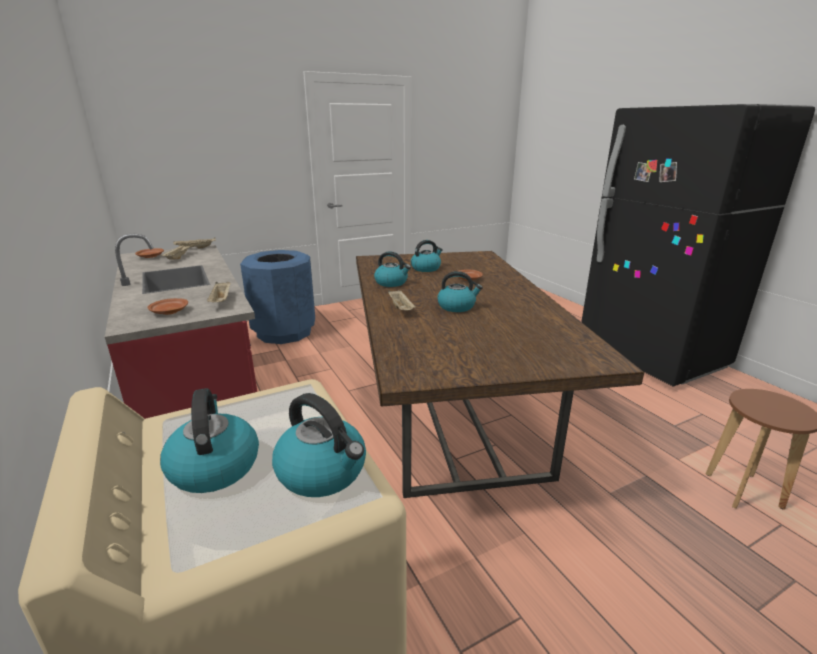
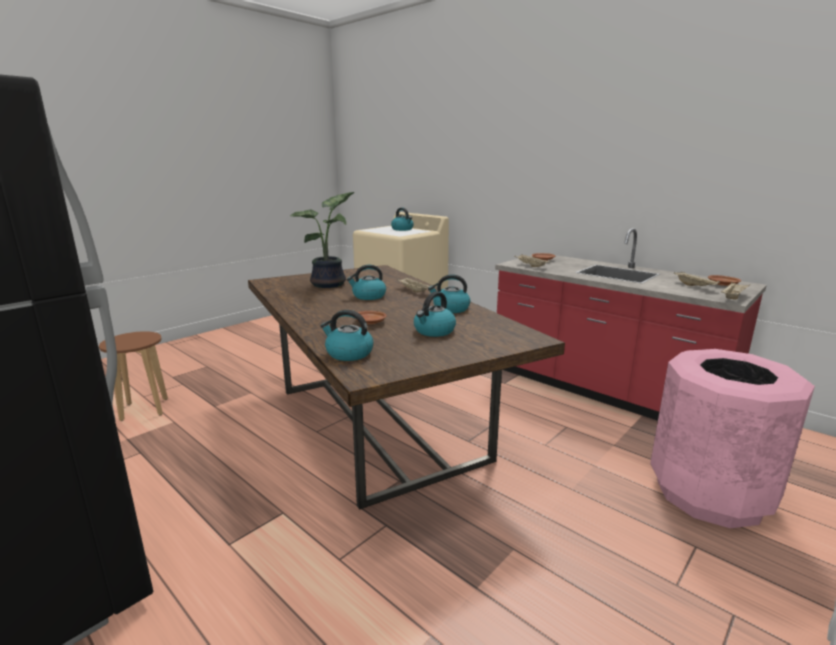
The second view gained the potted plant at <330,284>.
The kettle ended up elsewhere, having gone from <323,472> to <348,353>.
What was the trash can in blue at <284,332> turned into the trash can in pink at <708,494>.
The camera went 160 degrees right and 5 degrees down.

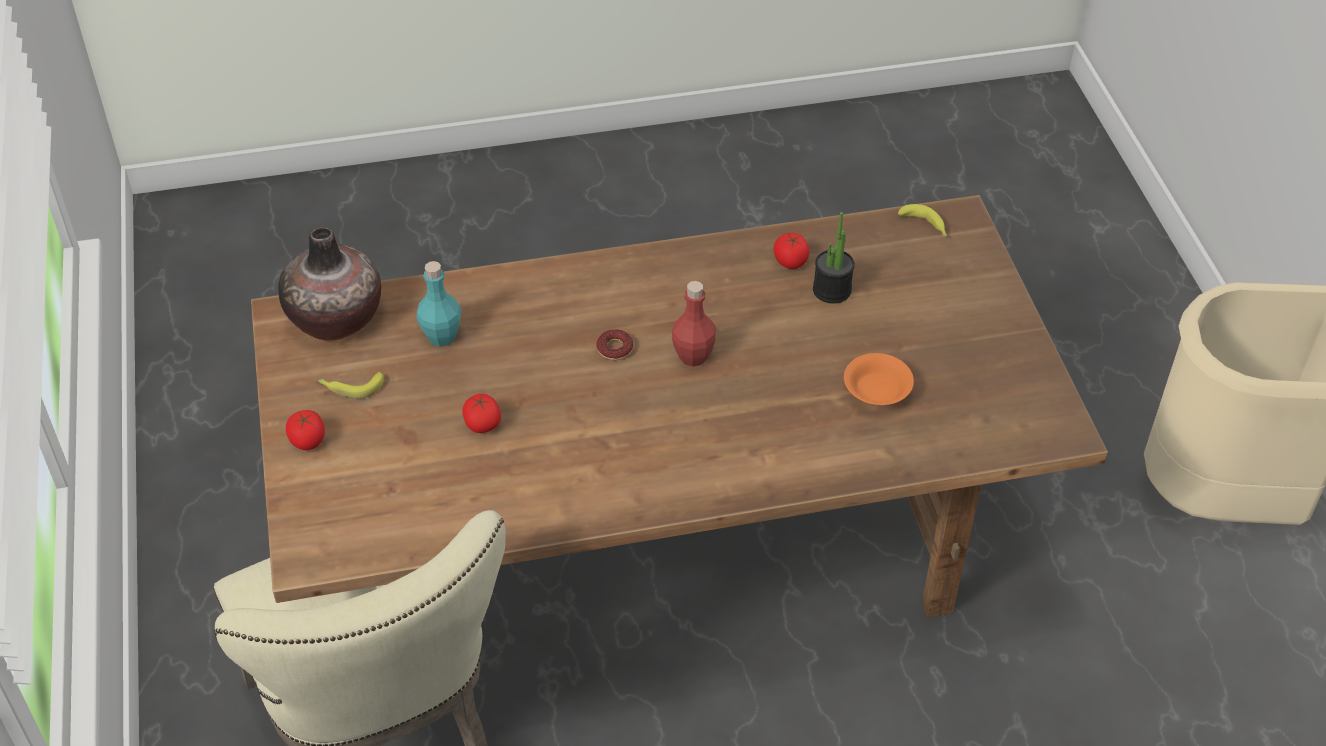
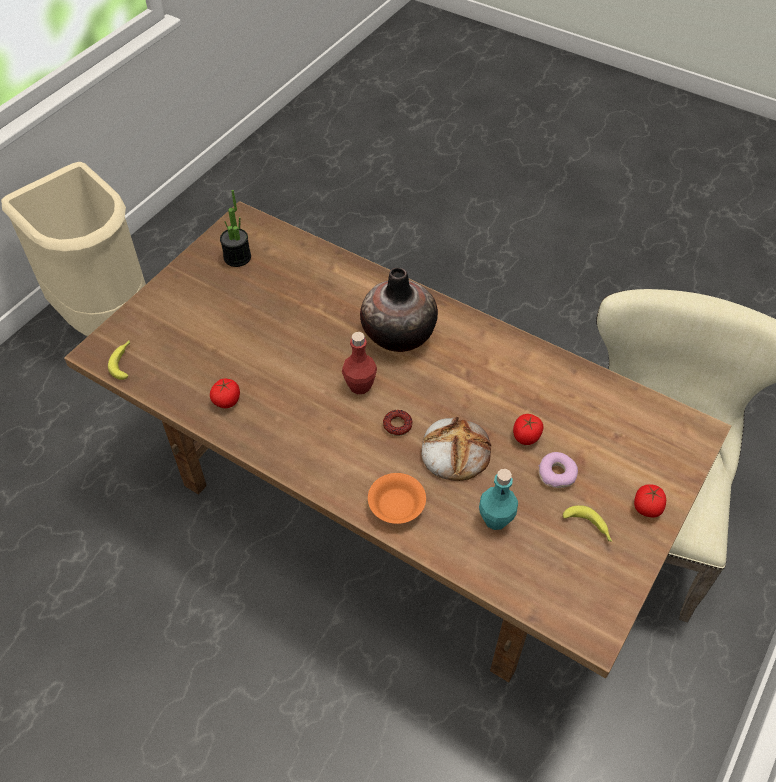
The second view gained the bread at <454,451>.
The second view gained the donut at <557,474>.
The vase ended up elsewhere, having gone from <336,319> to <398,334>.
The potted plant ended up elsewhere, having gone from <832,290> to <237,257>.
The bowl in orange ended up elsewhere, having gone from <877,391> to <396,505>.
The camera went 135 degrees left and 5 degrees up.

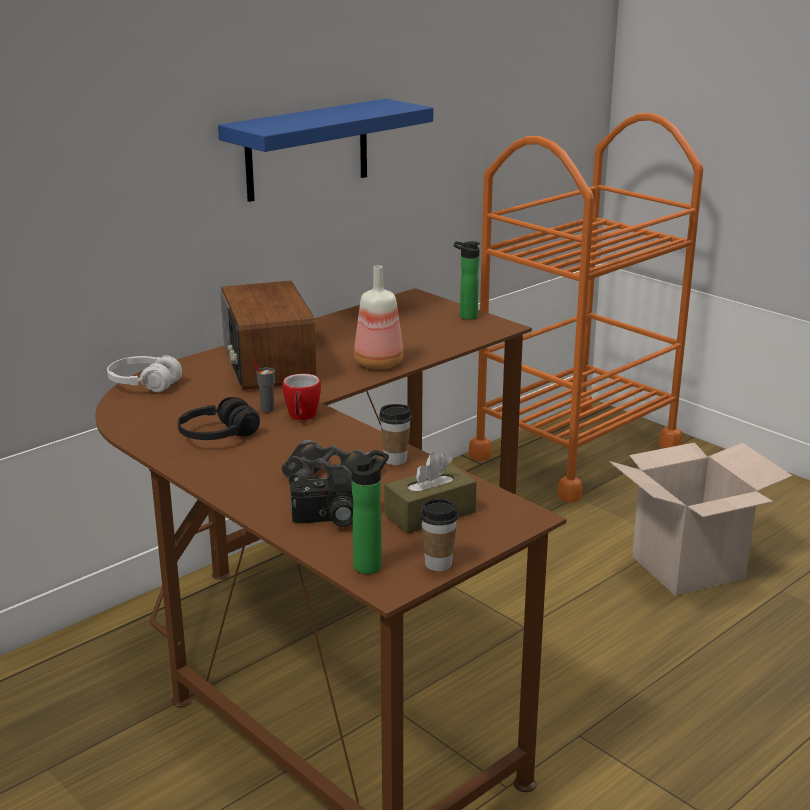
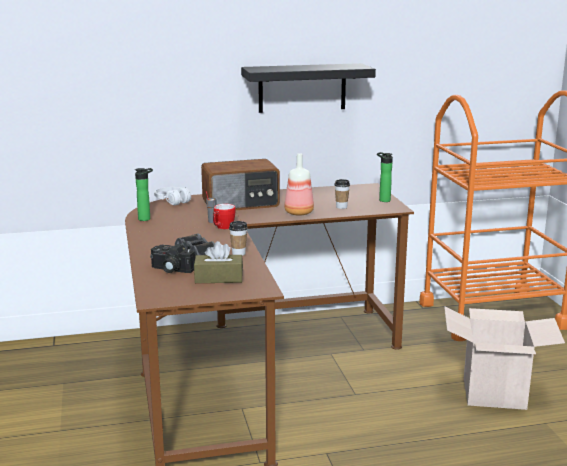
The second view lost the headphones in black at <218,436>.
The bottle ended up elsewhere, having gone from <370,564> to <146,219>.
The cup ended up elsewhere, having gone from <438,564> to <341,207>.
What was the shelf in blue at <307,150> turned into the shelf in black at <302,88>.
The radio at <267,365> ended up facing another way, 120 degrees counterclockwise from before.
The camera went 30 degrees right and 5 degrees down.

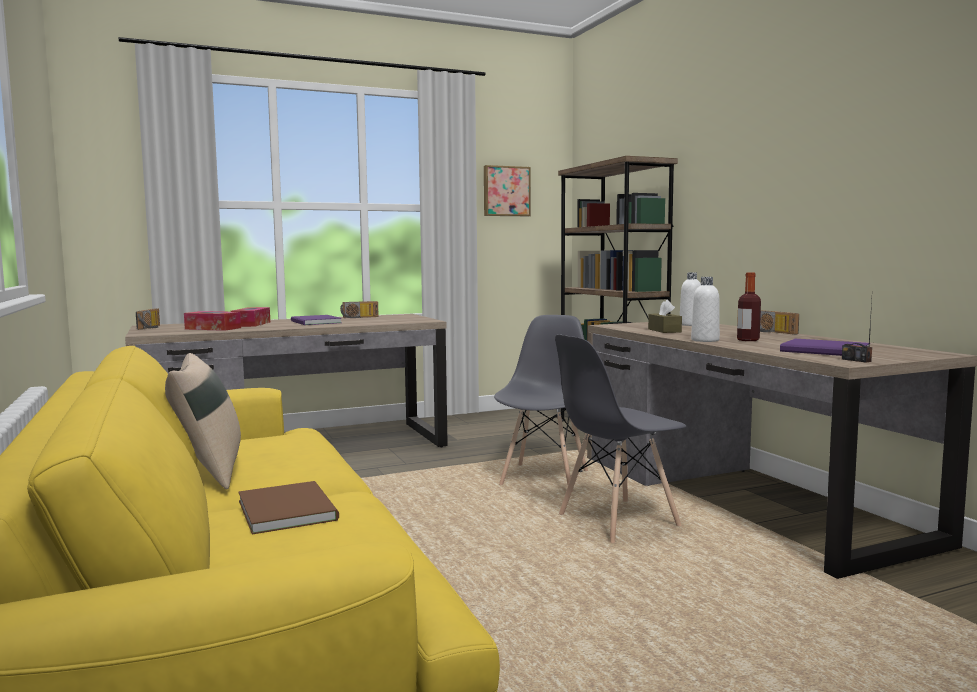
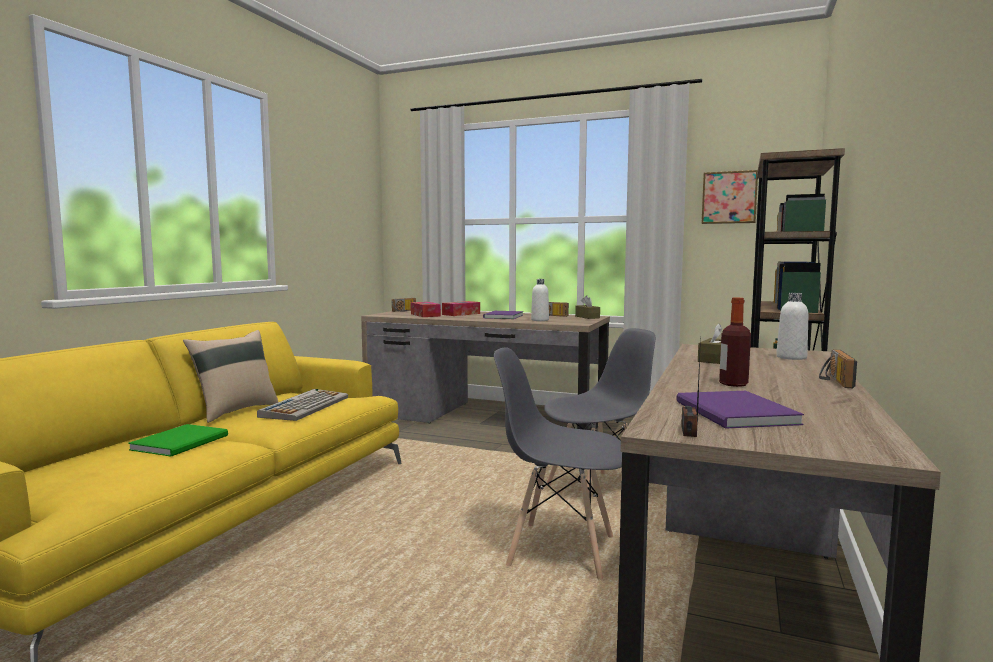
The second view gained the keyboard at <305,406>.
The second view gained the tissue box in brown at <587,317>.
The bottle in white ended up elsewhere, having gone from <705,340> to <540,320>.
What was the book in brown at <289,509> turned into the book in green at <183,442>.
The camera went 45 degrees right and 0 degrees up.

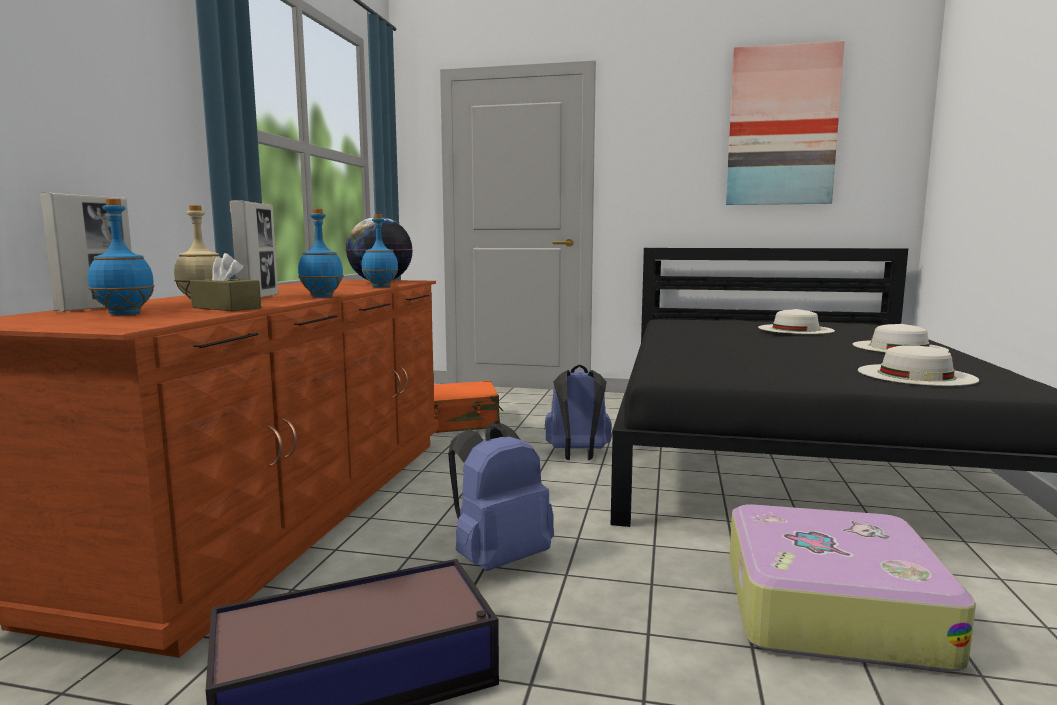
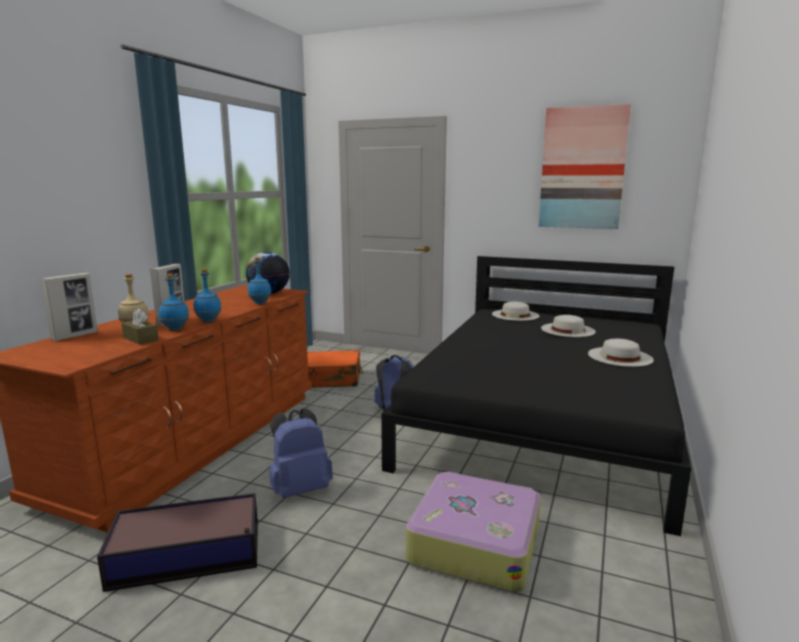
The bottle in blue ended up elsewhere, having gone from <124,314> to <175,329>.
The hat in white ended up elsewhere, having gone from <916,375> to <515,315>.
The camera went 10 degrees right and 5 degrees up.

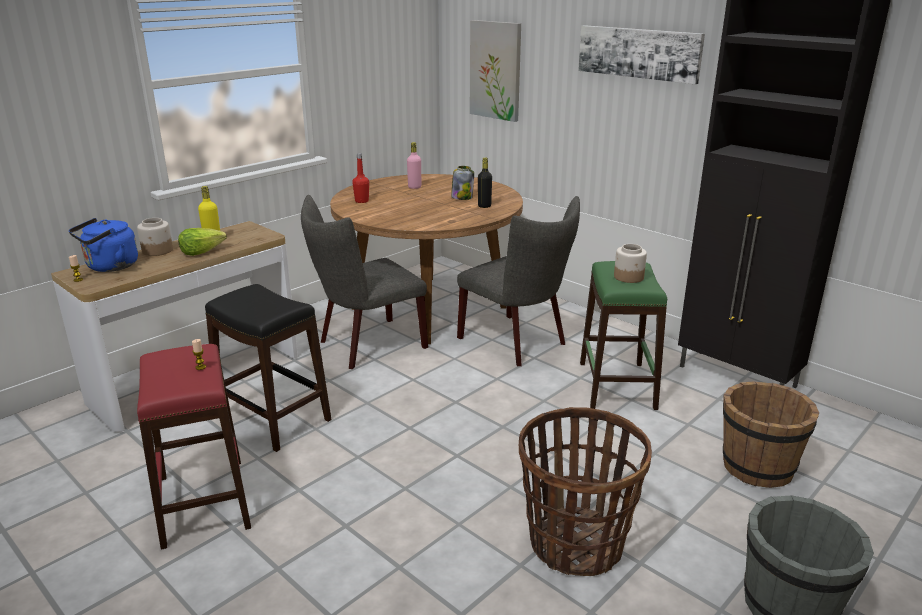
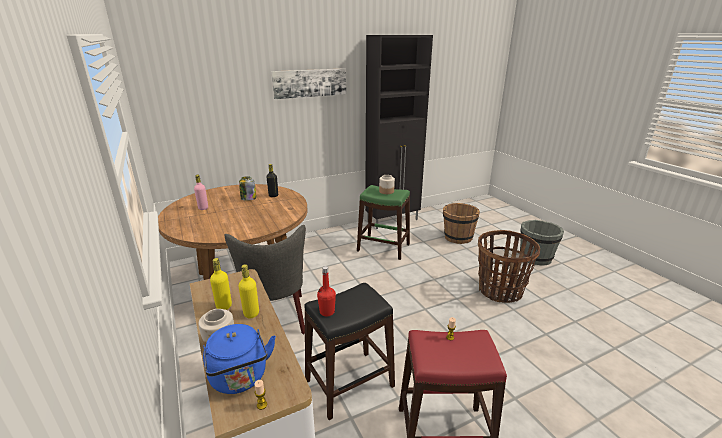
The second view lost the chair in grey at <517,342>.
The second view lost the picture at <496,70>.
The bottle in red ended up elsewhere, having gone from <362,201> to <327,312>.
Where the lettuce stood at <202,252>, the bottle in yellow came to stand at <251,313>.
The camera went 70 degrees left and 0 degrees up.

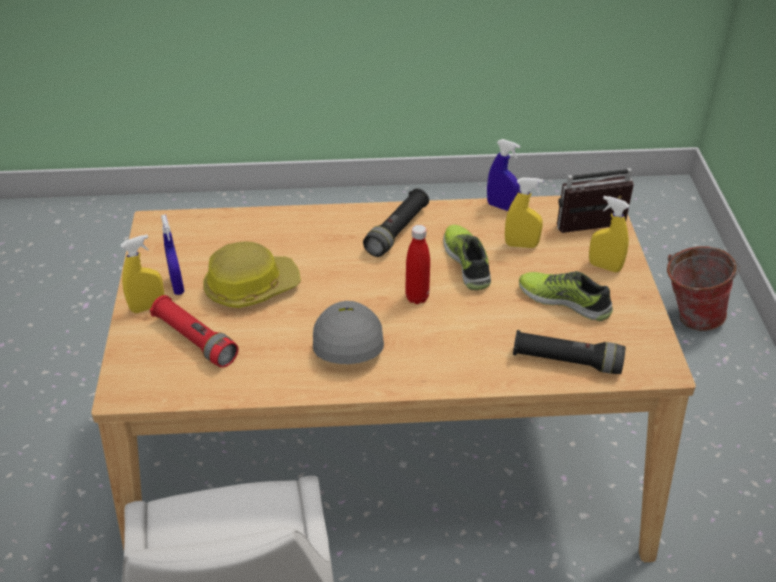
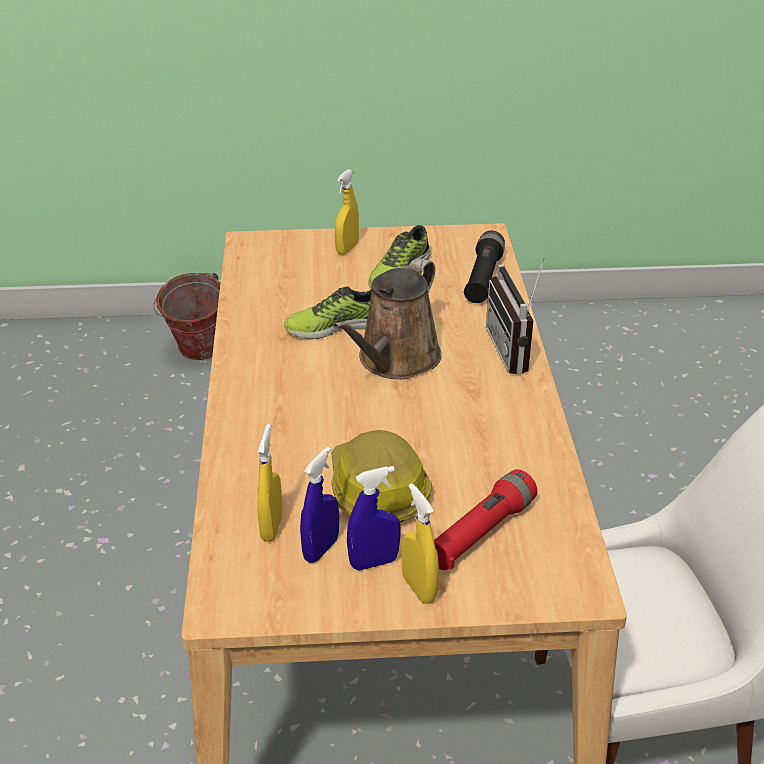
The second view lost the cap in grey at <346,341>.
The second view lost the flashlight in black at <397,231>.
The spray bottle in blue ended up elsewhere, having gone from <501,206> to <321,549>.
The spray bottle in yellow ended up elsewhere, having gone from <521,245> to <271,527>.
The radio ended up elsewhere, having gone from <592,231> to <517,350>.
Where the bottle in red stood at <417,297>, the watering can in brown came to stand at <395,360>.
The camera went 90 degrees left and 5 degrees down.

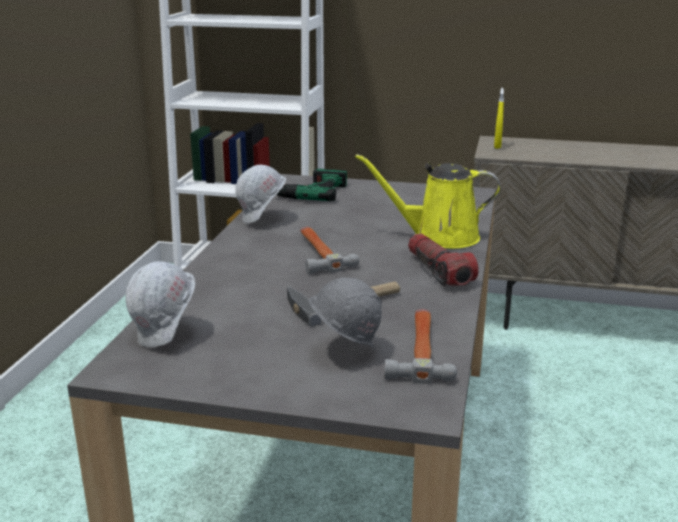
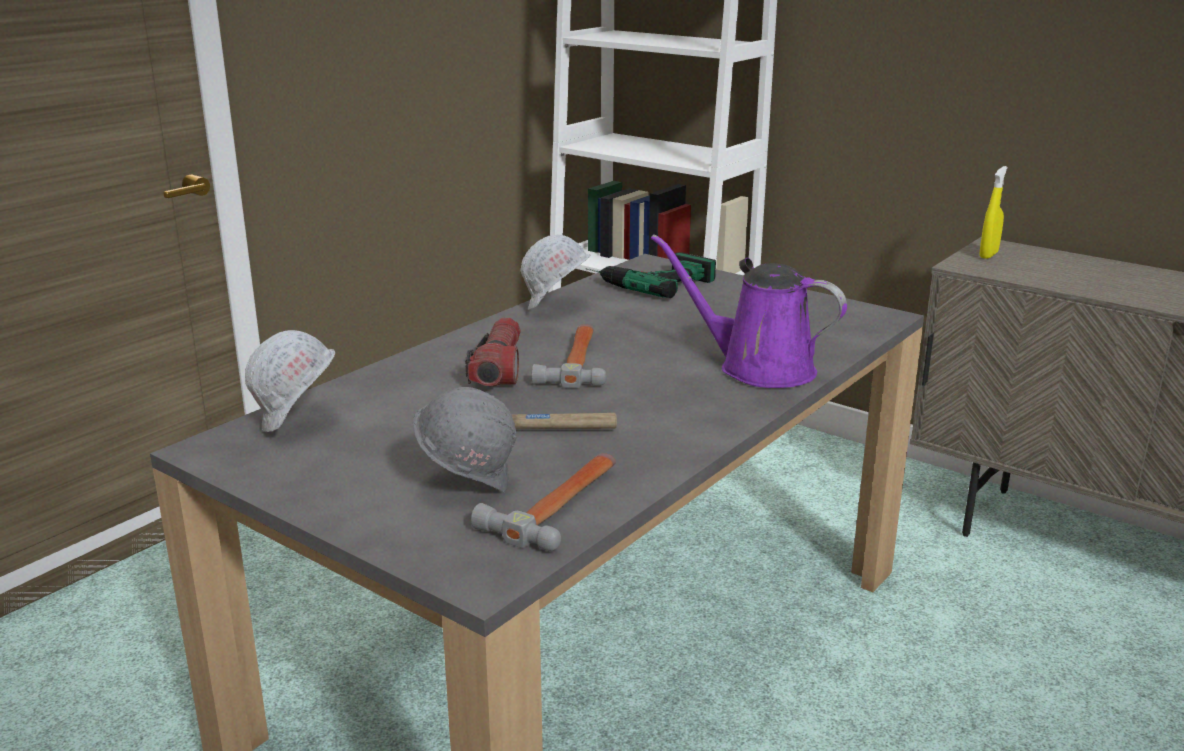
The flashlight ended up elsewhere, having gone from <438,271> to <498,368>.
What was the watering can in yellow at <438,237> turned into the watering can in purple at <757,368>.
The camera went 25 degrees right and 0 degrees up.

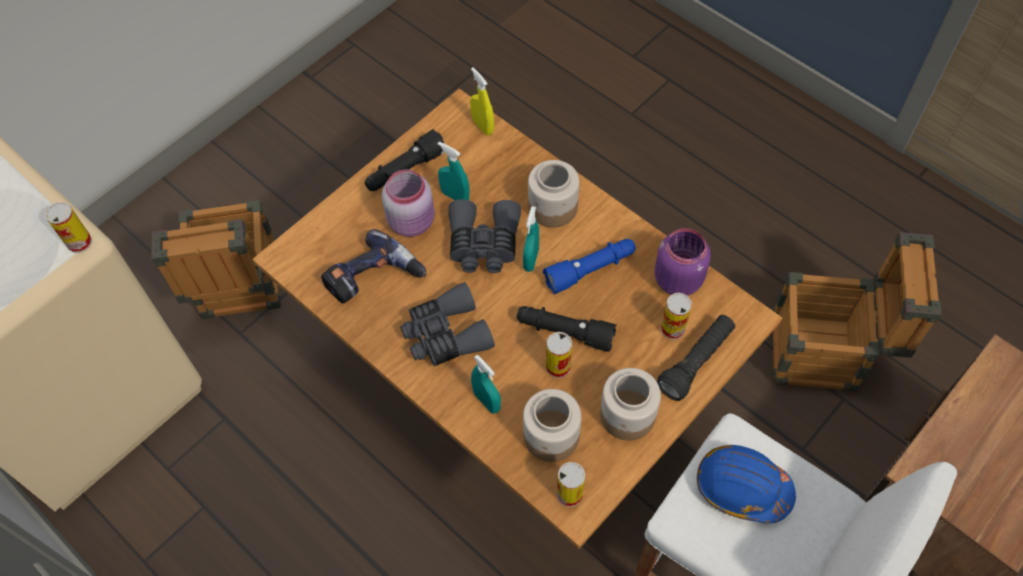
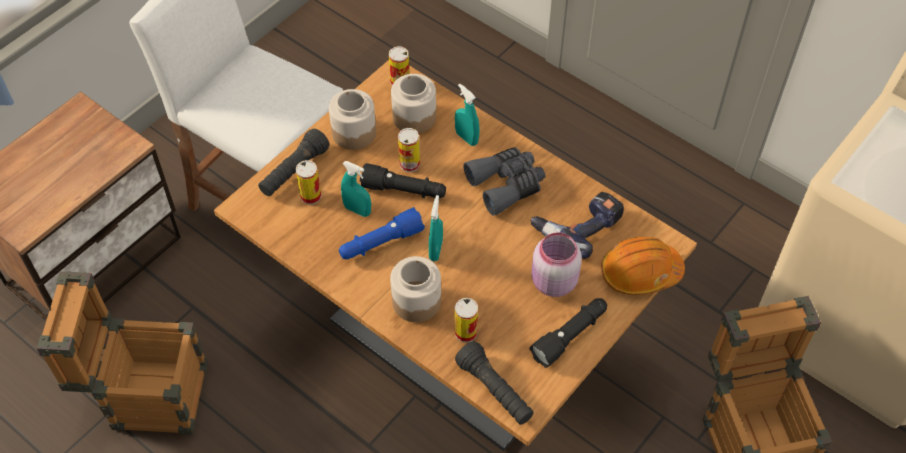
The second view lost the binoculars in grey at <483,244>.
The second view lost the jar in purple at <677,278>.
The second view lost the hard hat in blue at <742,488>.
The second view gained the hard hat in orange at <640,273>.
The can ended up elsewhere, having gone from <79,242> to <466,333>.
The spray bottle in turquoise ended up elsewhere, having gone from <455,196> to <357,210>.
Where the spray bottle in yellow stood at <483,126>, the flashlight in black came to stand at <495,391>.
The camera went 175 degrees right and 5 degrees down.

